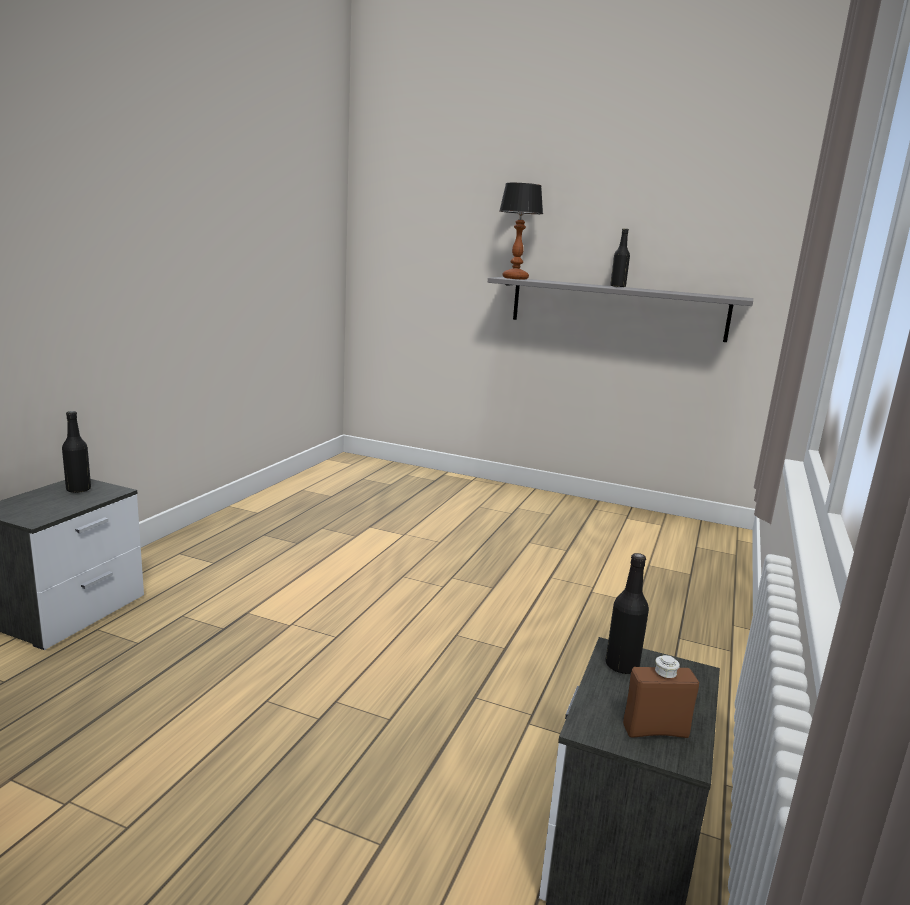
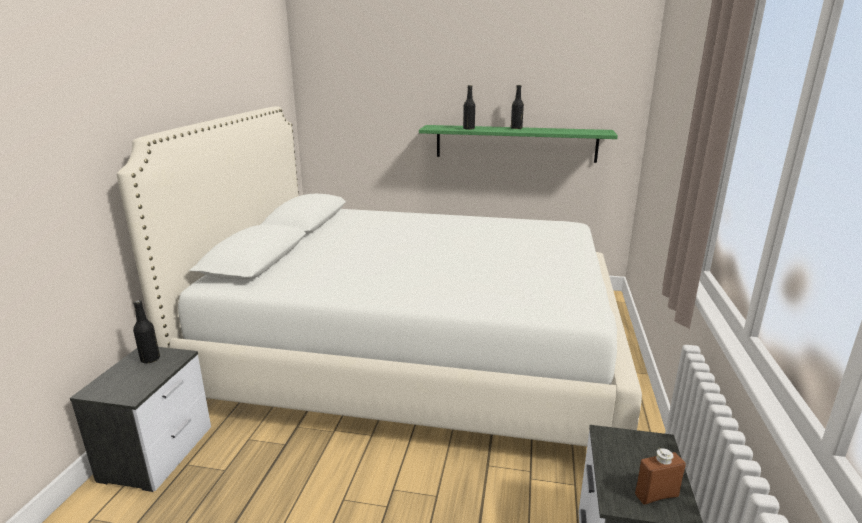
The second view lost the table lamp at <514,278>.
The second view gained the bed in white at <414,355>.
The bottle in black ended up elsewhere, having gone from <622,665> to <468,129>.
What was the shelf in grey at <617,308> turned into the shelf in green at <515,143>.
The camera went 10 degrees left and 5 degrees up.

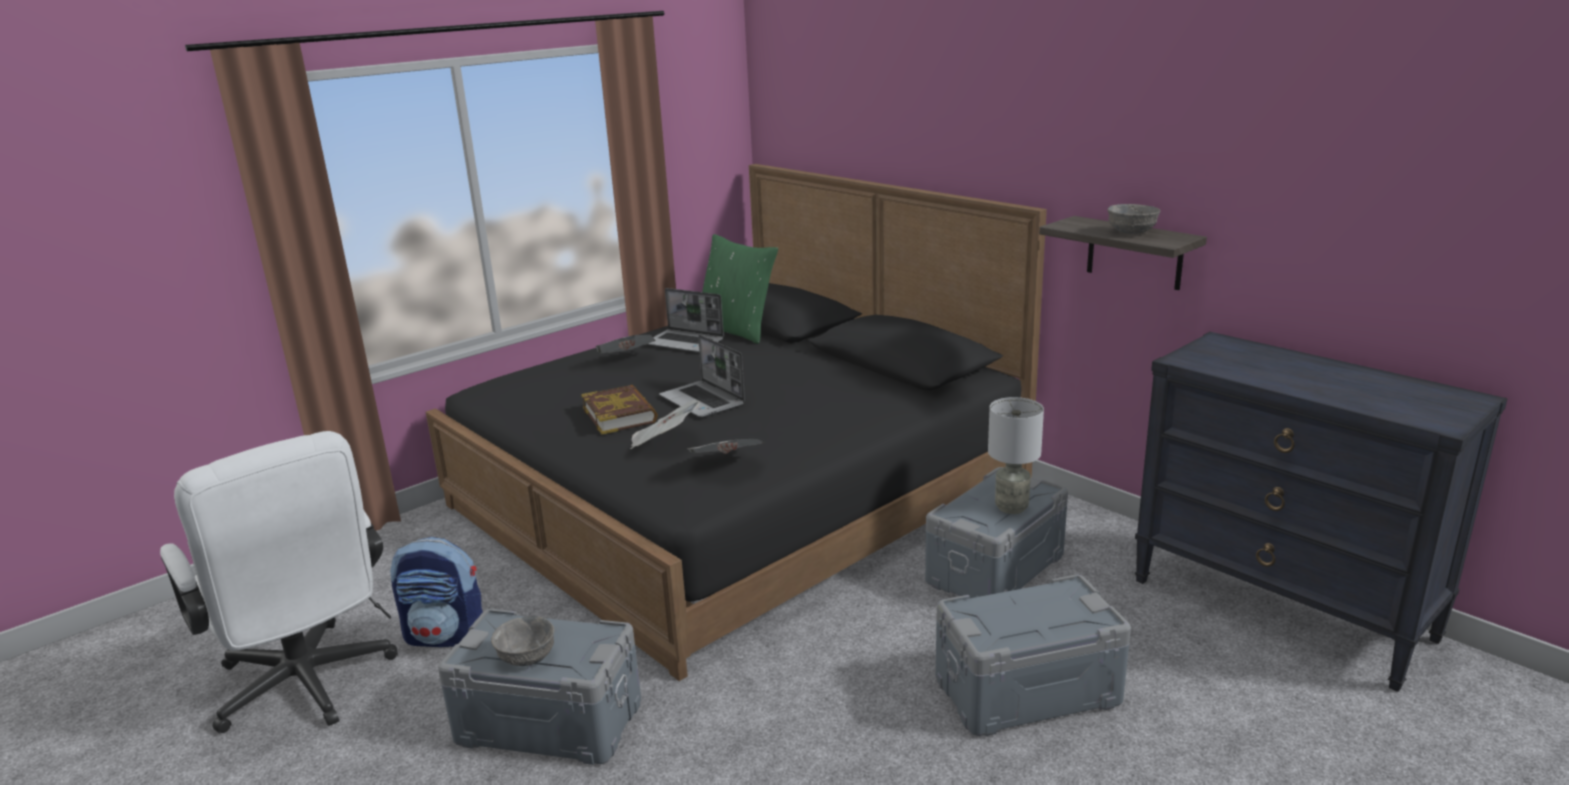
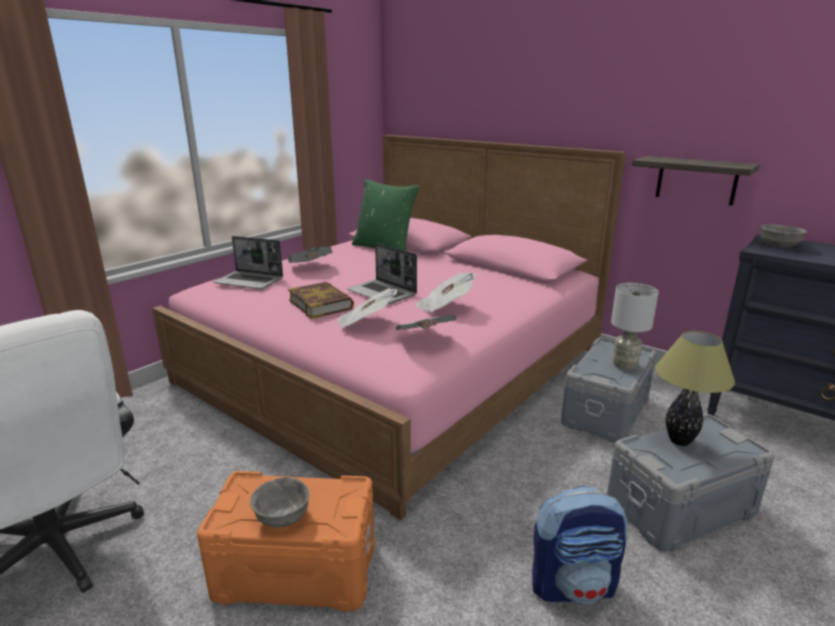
The second view gained the newspaper at <444,307>.
The second view gained the table lamp at <679,440>.
The backpack ended up elsewhere, having gone from <447,636> to <573,585>.
The laptop ended up elsewhere, having gone from <685,342> to <250,281>.
The bowl in grey ended up elsewhere, having gone from <1130,232> to <778,246>.
What was the bed in black at <736,493> turned into the bed in pink at <394,364>.
What was the storage box in grey at <550,721> turned into the storage box in orange at <297,568>.
The camera went 10 degrees left and 0 degrees up.

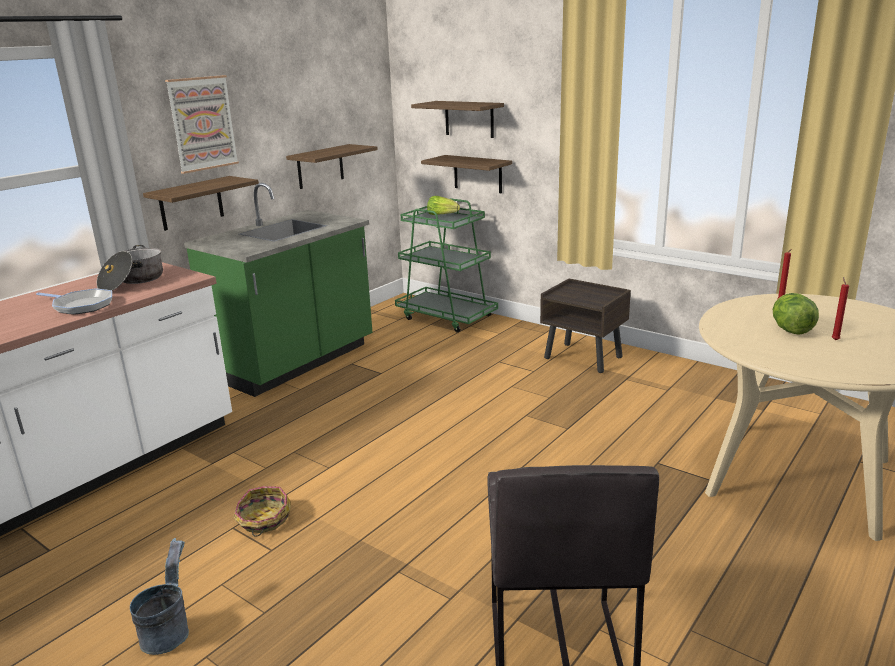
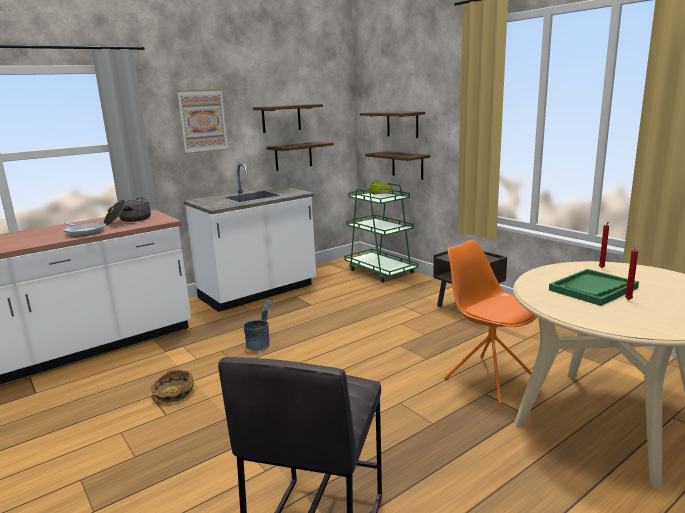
The second view gained the chair in orange at <488,378>.
The bucket in grey ended up elsewhere, having gone from <169,631> to <260,344>.
The shelf ended up elsewhere, having gone from <191,203> to <281,118>.
Where the lettuce stood at <791,330>, the tray in green came to stand at <593,289>.
What was the counter in green at <296,363> turned into the counter in white at <258,292>.
The camera went 15 degrees right and 5 degrees down.

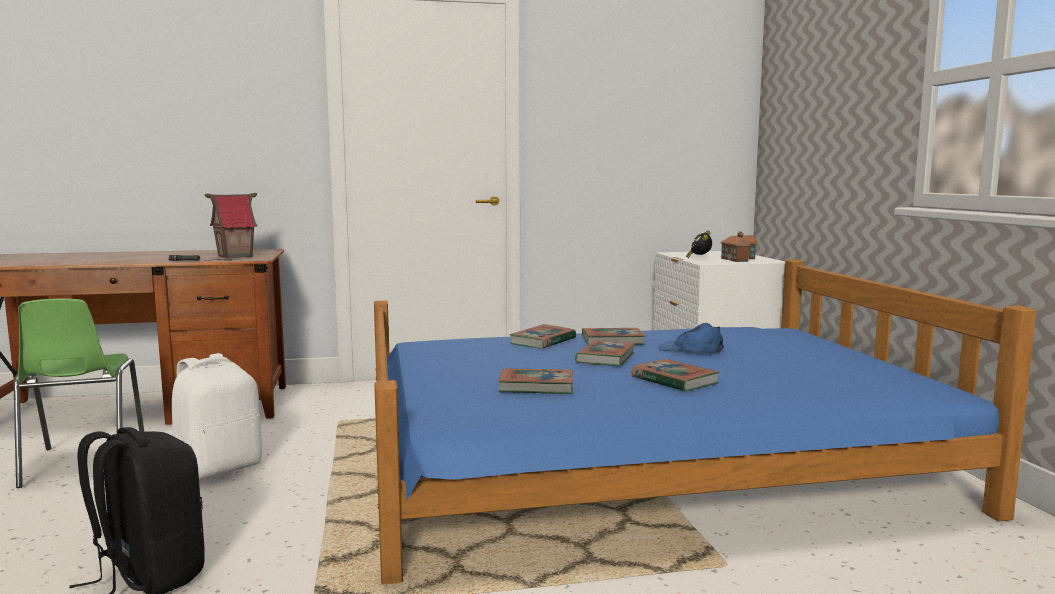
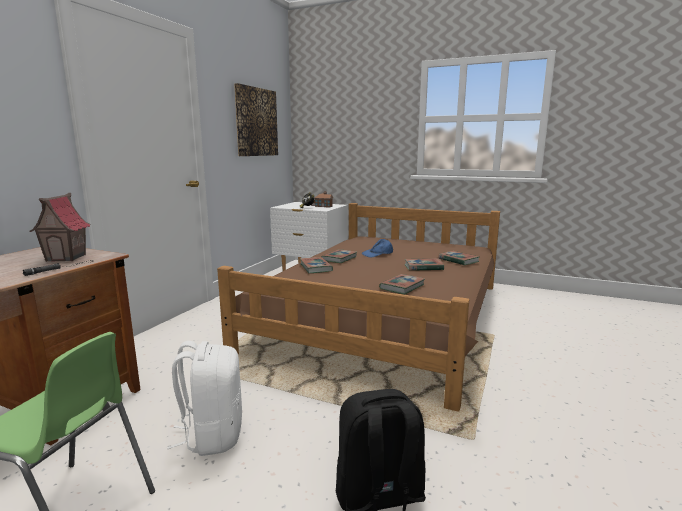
The second view gained the picture at <256,122>.
The book ended up elsewhere, having gone from <605,358> to <458,260>.
What was the bed in blue at <643,465> turned into the bed in brown at <385,316>.
The camera went 55 degrees left and 5 degrees up.

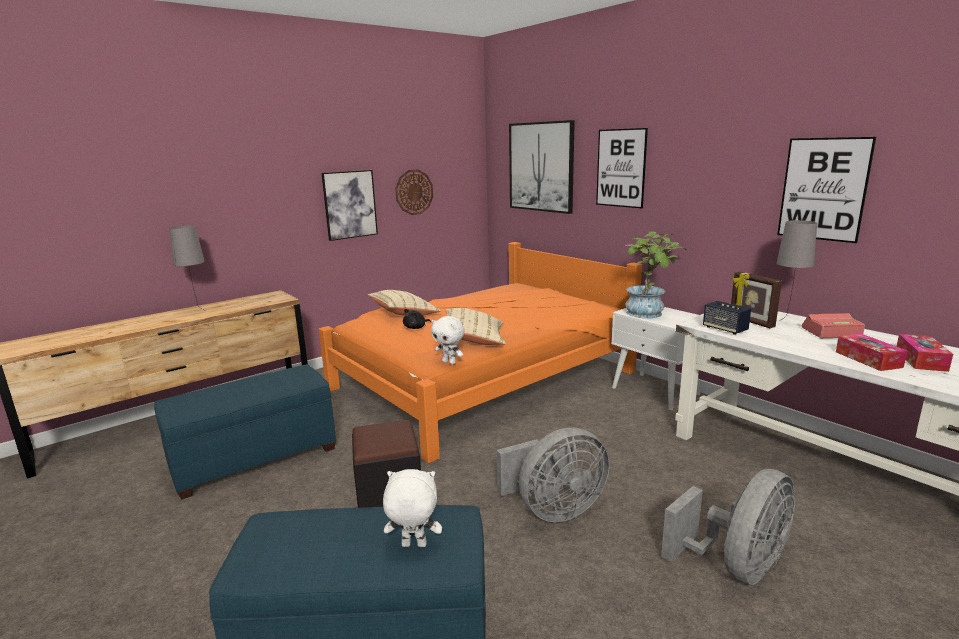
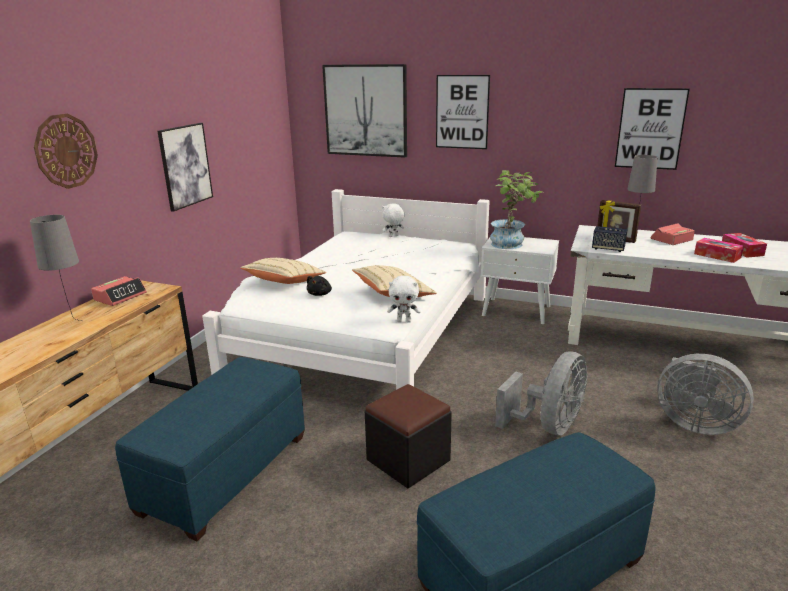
The second view gained the alarm clock at <120,296>.
The plush toy in white ended up elsewhere, having gone from <413,546> to <393,236>.
The wall clock ended up elsewhere, having gone from <414,192> to <66,151>.
What was the bed in orange at <480,380> turned into the bed in white at <364,335>.
The fan in grey at <736,566> ended up facing another way, 105 degrees clockwise from before.
The camera went 30 degrees left and 5 degrees up.

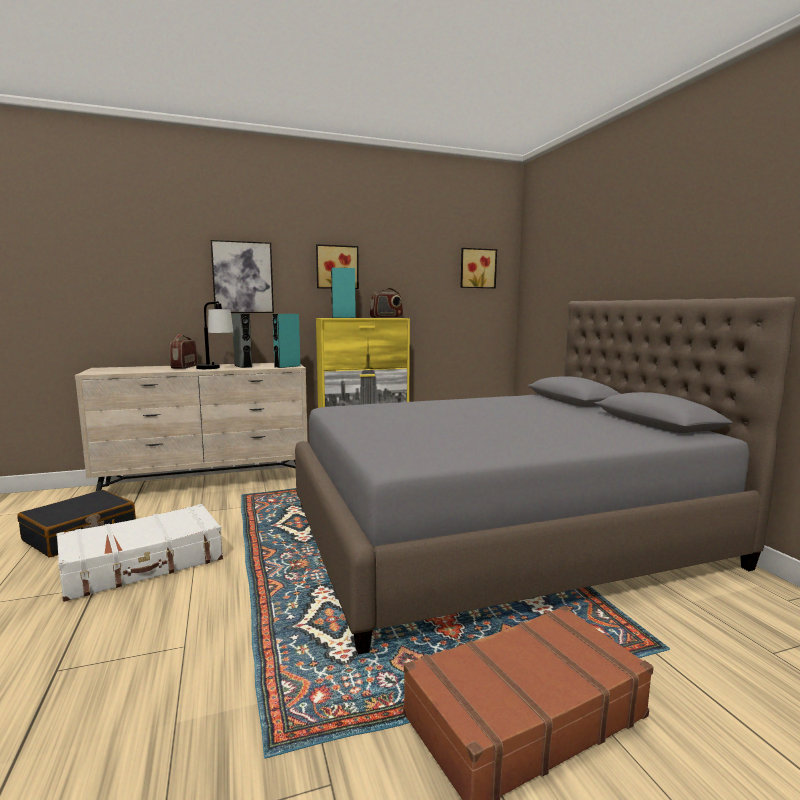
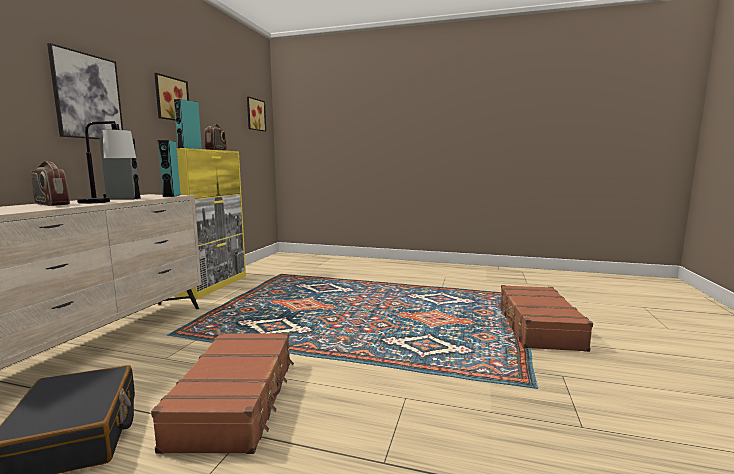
The second view lost the bed in grey at <498,534>.
What was the suitcase in white at <144,564> turned into the suitcase in brown at <237,401>.
The camera went 55 degrees left and 0 degrees up.

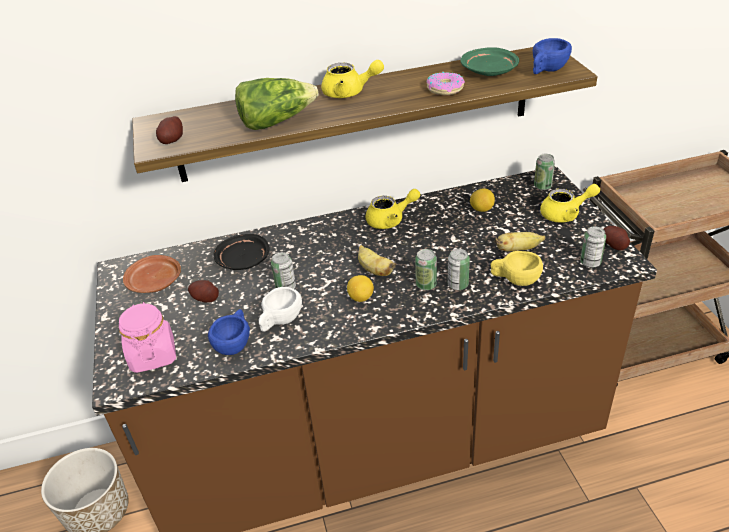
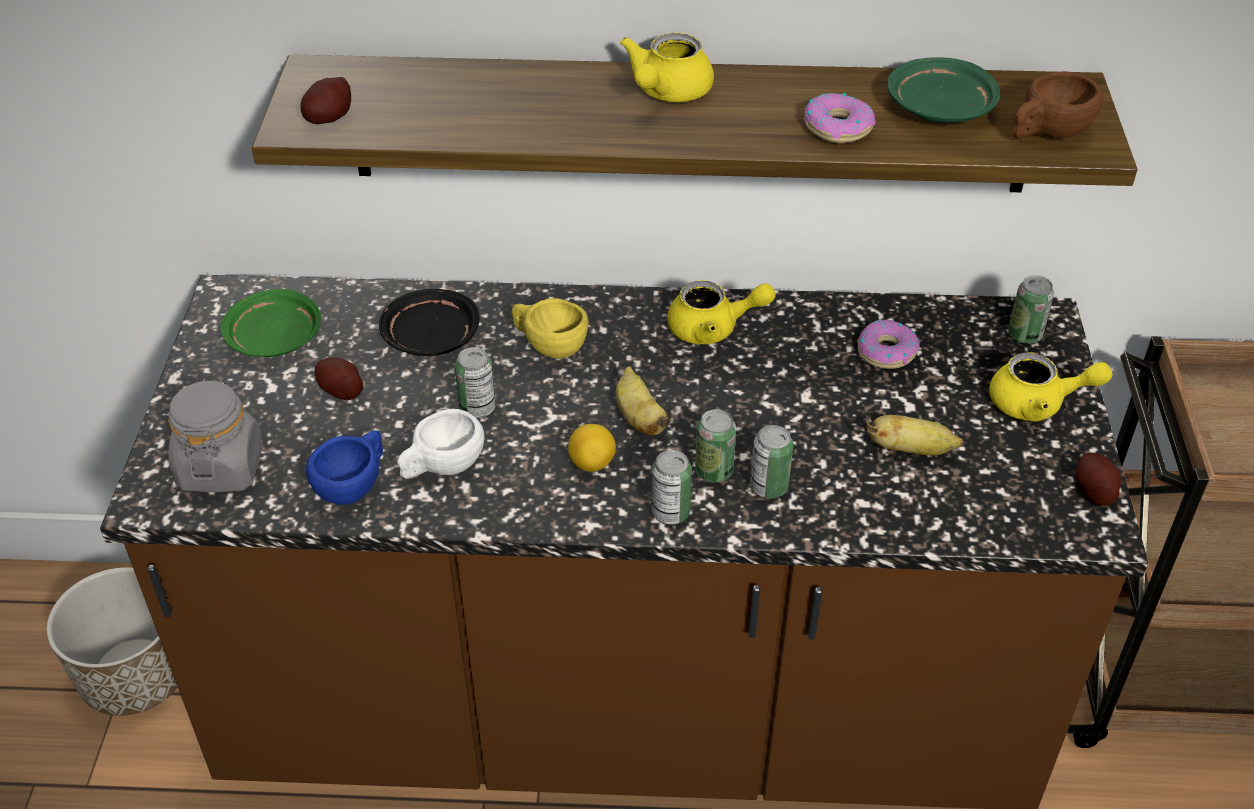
The second view lost the lettuce at <276,121>.
The cup in yellow ended up elsewhere, having gone from <515,280> to <548,346>.
The can ended up elsewhere, having gone from <590,262> to <670,512>.
Where the lemon stood at <481,209>, the donut came to stand at <886,351>.
What was the jar in pink at <153,355> turned into the jar in grey at <221,467>.
What was the plate in brown at <155,282> turned into the plate in green at <274,338>.
What was the cup in blue at <546,71> turned into the cup in brown at <1047,134>.
The teapot in yellow at <349,92> ended up facing another way, 90 degrees clockwise from before.
The camera went 15 degrees right and 5 degrees up.

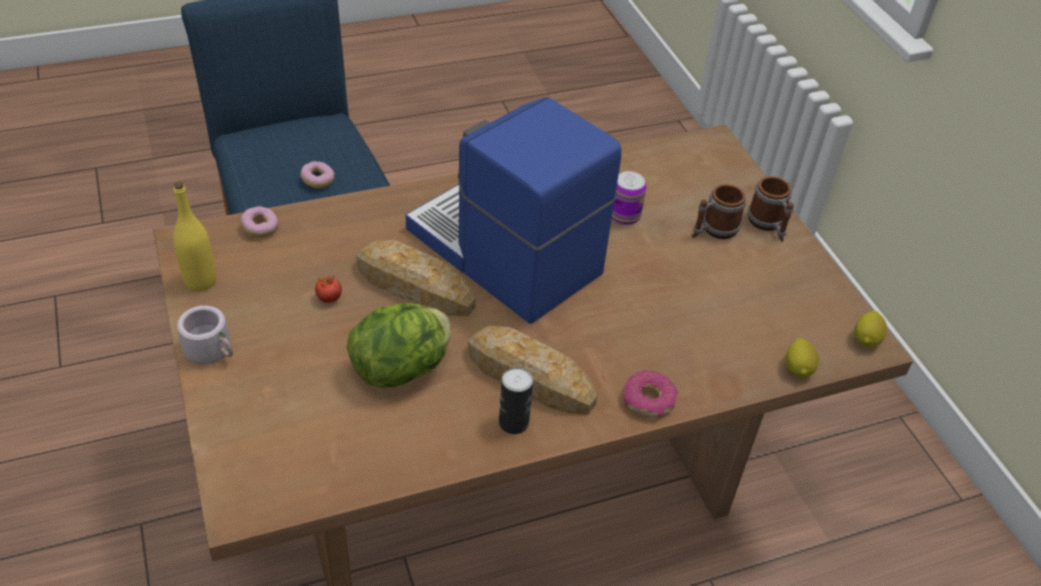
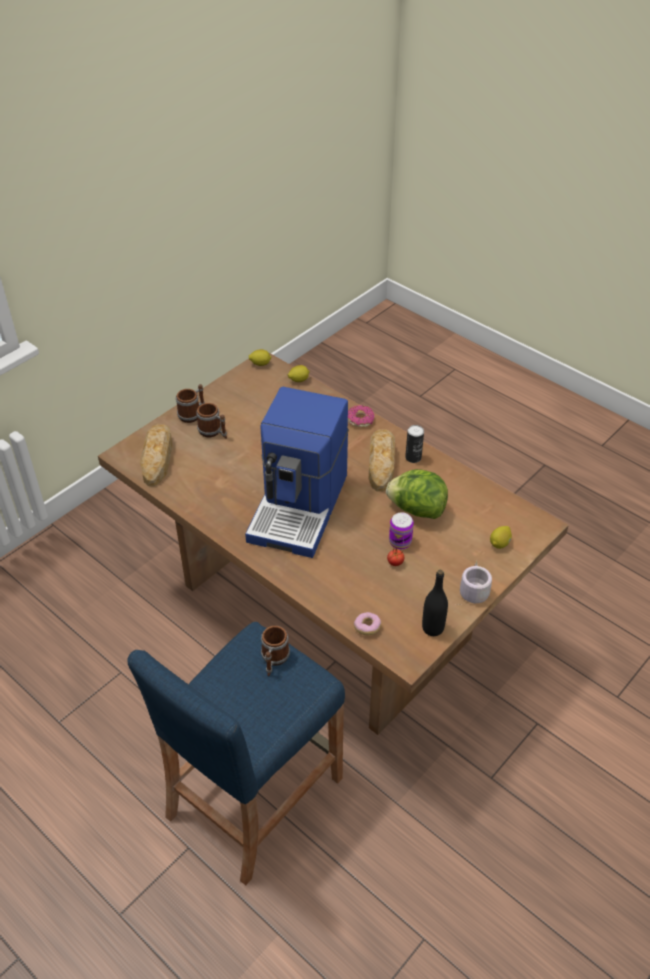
The second view gained the lemon at <500,543>.
The bread ended up elsewhere, having gone from <414,286> to <157,457>.
The can ended up elsewhere, having gone from <624,215> to <400,541>.
Where the donut stood at <318,181>, the mug came to stand at <274,660>.
What was the bottle in yellow at <200,282> turned into the bottle in black at <432,628>.
The camera went 115 degrees left and 0 degrees up.

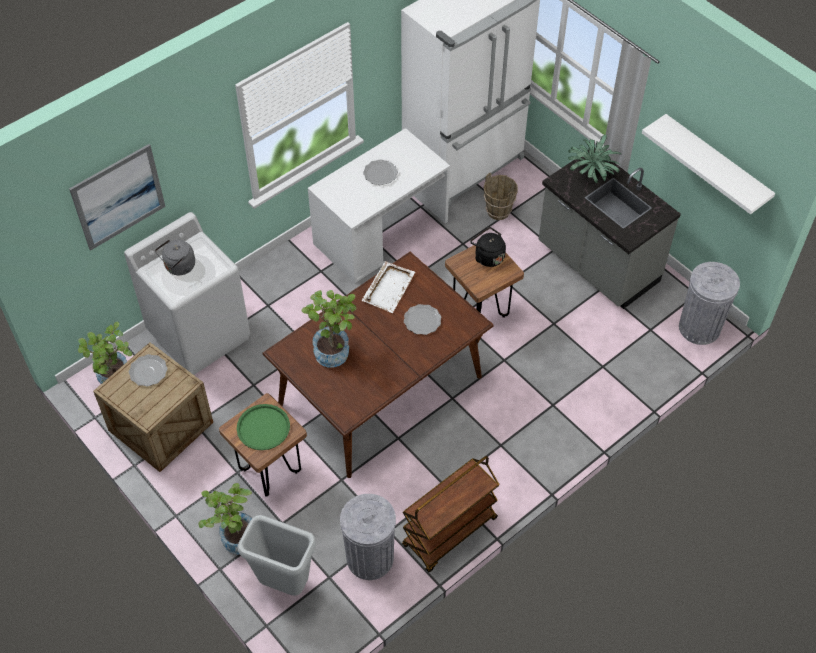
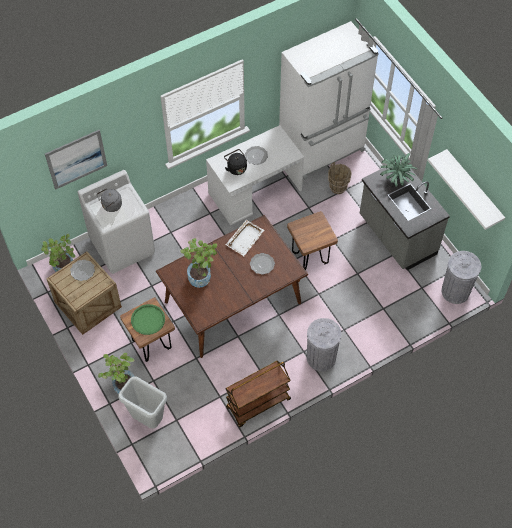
The trash can in grey ended up elsewhere, having gone from <370,558> to <321,357>.
The kettle in black ended up elsewhere, having gone from <487,256> to <236,168>.
The camera went 10 degrees right and 5 degrees up.

